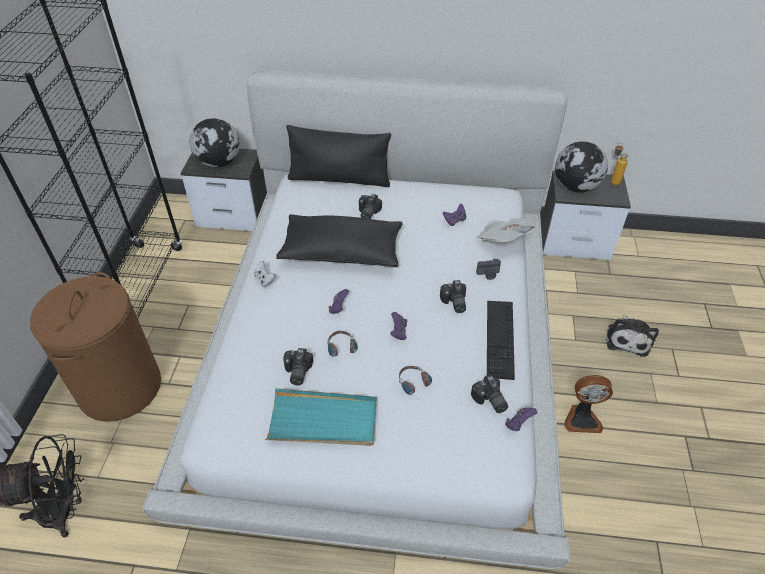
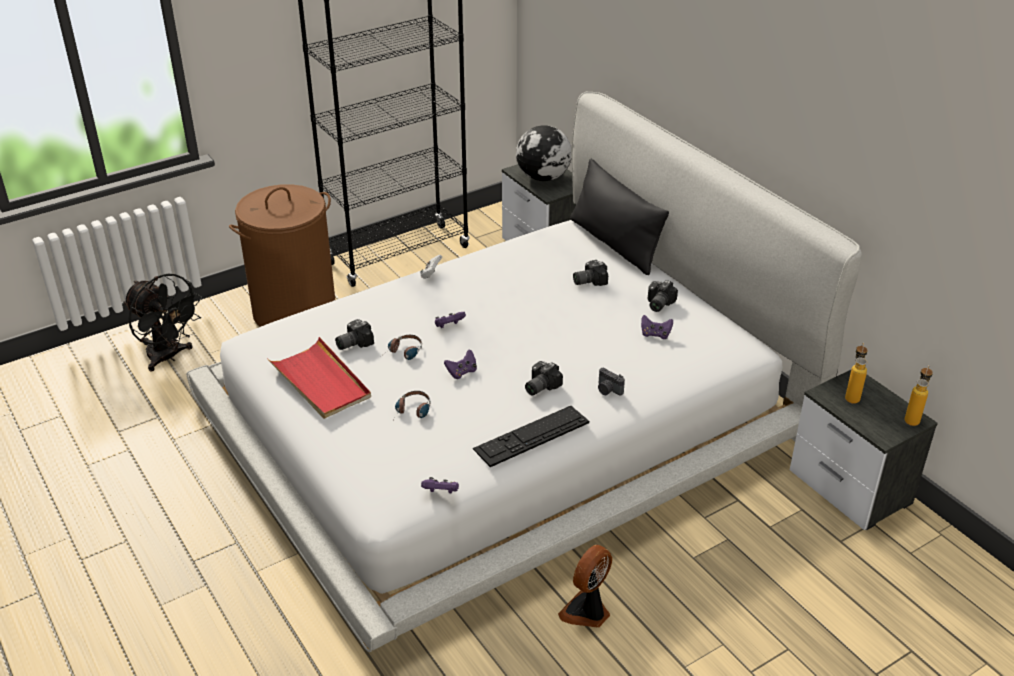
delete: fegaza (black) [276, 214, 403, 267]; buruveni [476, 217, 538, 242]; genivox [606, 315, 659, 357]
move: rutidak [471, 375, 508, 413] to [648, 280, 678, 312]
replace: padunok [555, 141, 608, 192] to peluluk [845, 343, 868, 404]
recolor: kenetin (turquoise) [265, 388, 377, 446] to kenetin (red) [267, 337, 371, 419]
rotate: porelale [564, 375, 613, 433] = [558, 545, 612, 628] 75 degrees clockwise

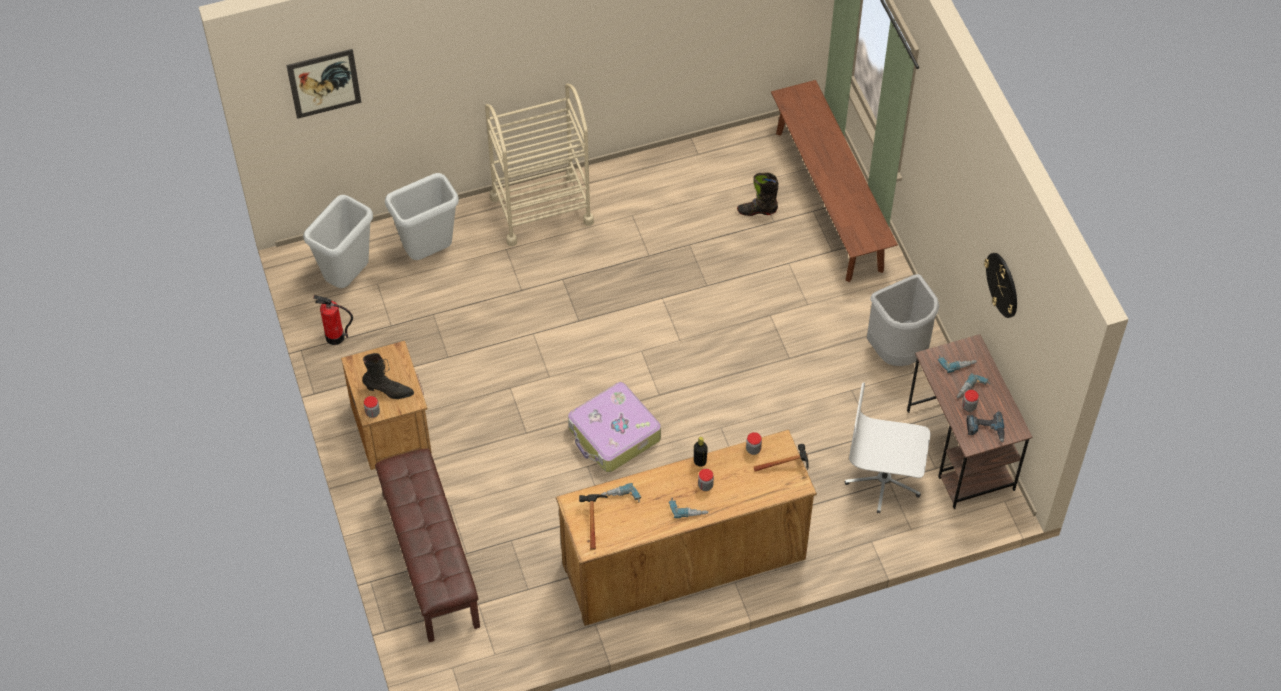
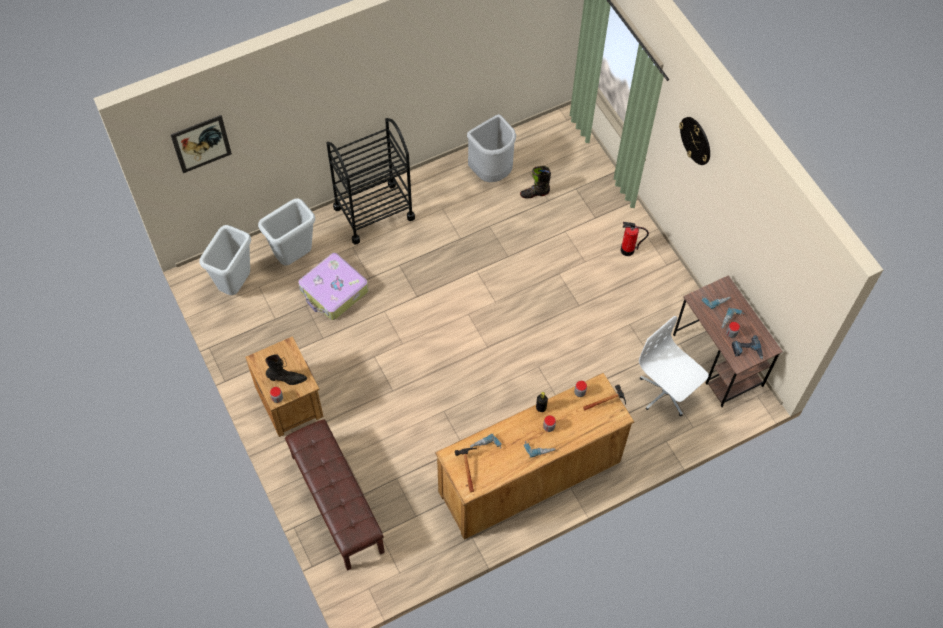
delete: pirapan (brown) [771, 80, 898, 282]
move: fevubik [313, 295, 353, 345] to [621, 222, 649, 256]; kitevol [568, 382, 661, 472] to [298, 253, 369, 320]; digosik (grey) [867, 274, 939, 366] to [467, 114, 516, 182]; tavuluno [984, 253, 1017, 318] to [679, 117, 710, 165]
recolor: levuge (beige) [485, 84, 594, 246] to levuge (black) [326, 118, 415, 245]
rotate: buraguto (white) [845, 382, 930, 514] = [639, 316, 709, 416] 45 degrees clockwise

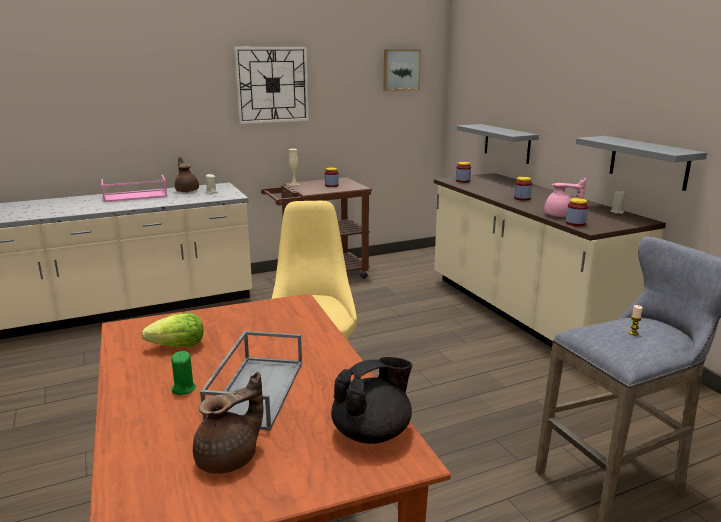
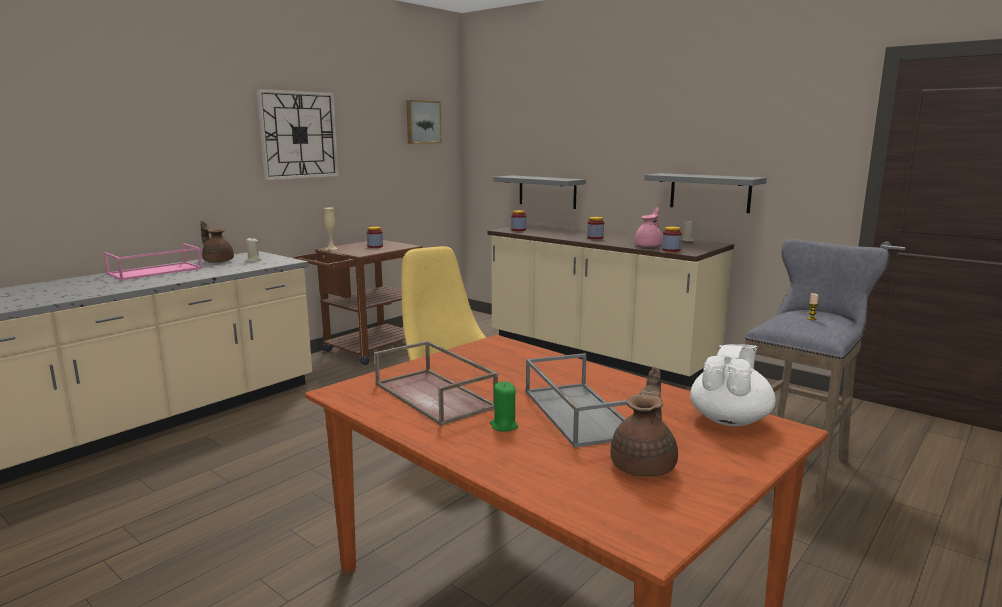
replace: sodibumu [142, 313, 203, 347] to kenetin (brown) [374, 341, 498, 426]
recolor: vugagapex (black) [331, 357, 412, 444] to vugagapex (white) [690, 344, 775, 426]
rotate: vugagapex (pink) [544, 178, 586, 217] = [635, 207, 663, 247] 45 degrees counterclockwise

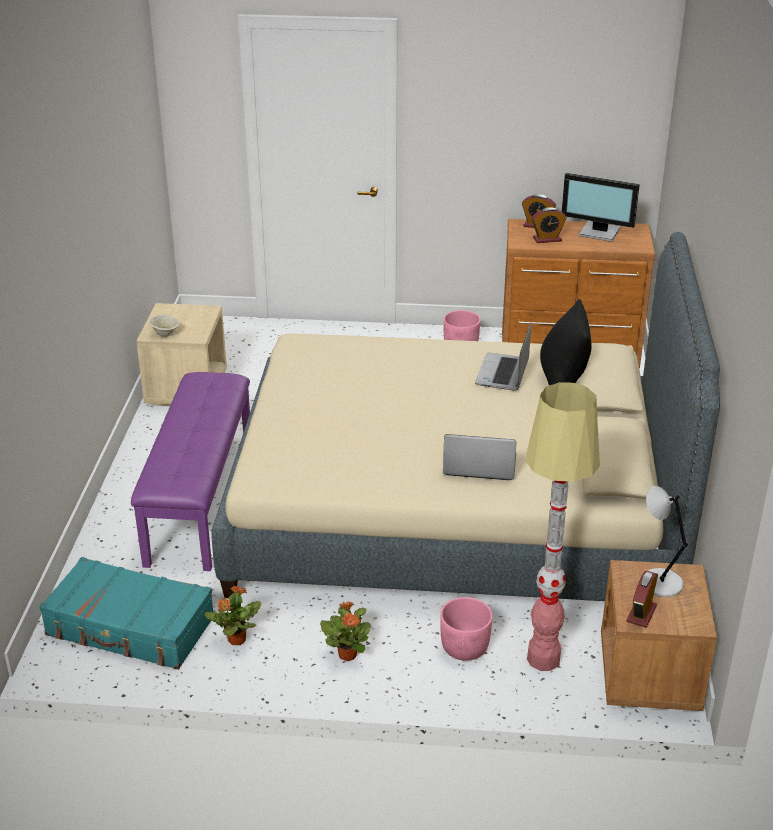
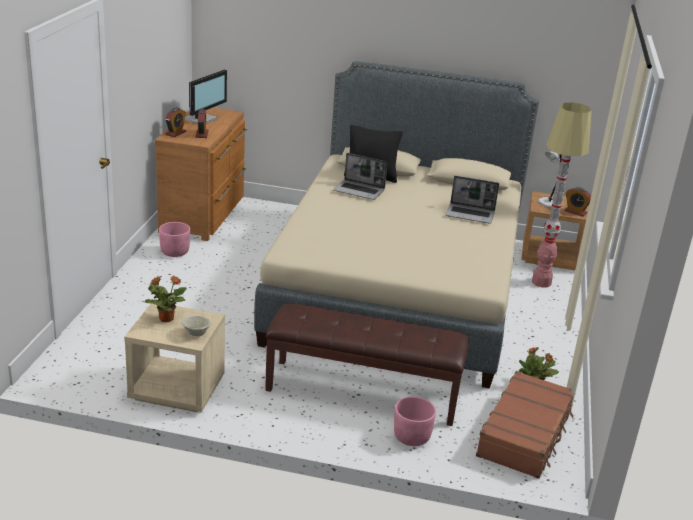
move: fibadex [320, 601, 371, 661] to [145, 275, 187, 322]; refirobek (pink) [440, 597, 493, 661] to [394, 397, 436, 446]
recolor: kitevol (turquoise) [39, 557, 213, 670] to kitevol (brown) [476, 371, 573, 479]; pirapan (purple) [131, 372, 250, 571] to pirapan (brown) [265, 303, 469, 426]
rotate: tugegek [443, 434, 516, 480] = [445, 176, 499, 224] 90 degrees counterclockwise

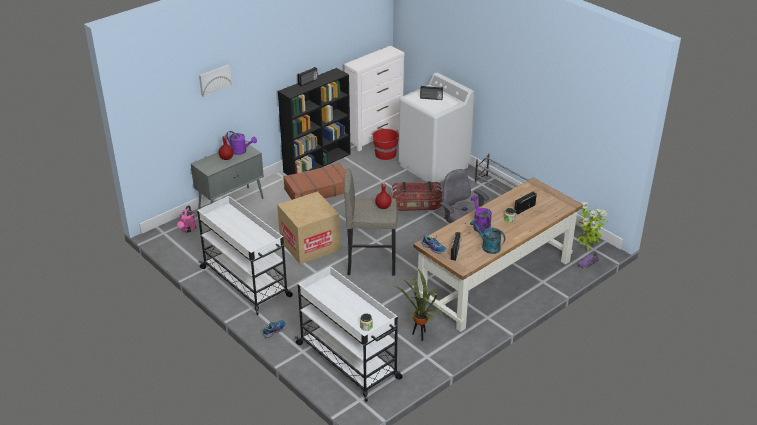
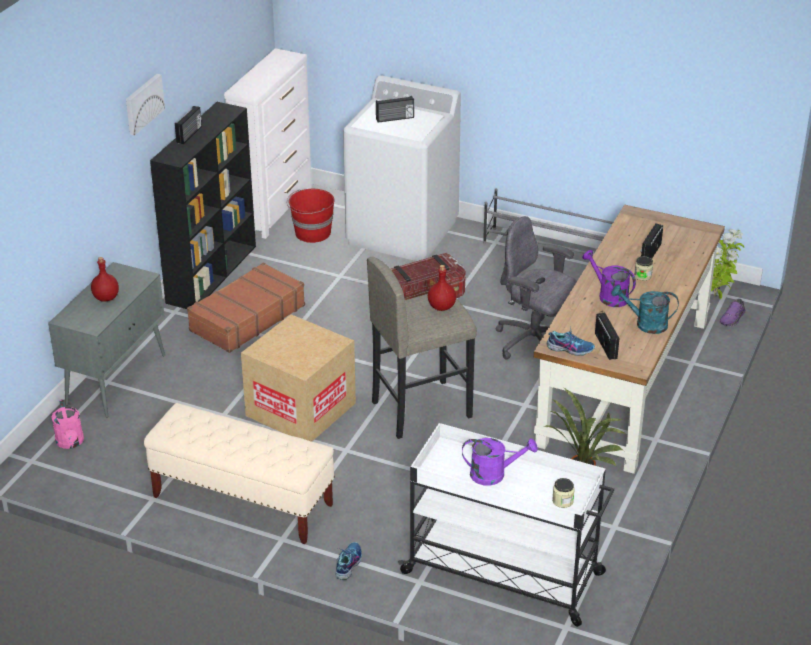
move: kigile [199, 65, 232, 97] to [126, 74, 165, 136]; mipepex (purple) [226, 131, 257, 155] to [462, 438, 538, 486]
replace: levuge (white) [197, 196, 293, 315] to pirapan (beige) [144, 403, 335, 544]

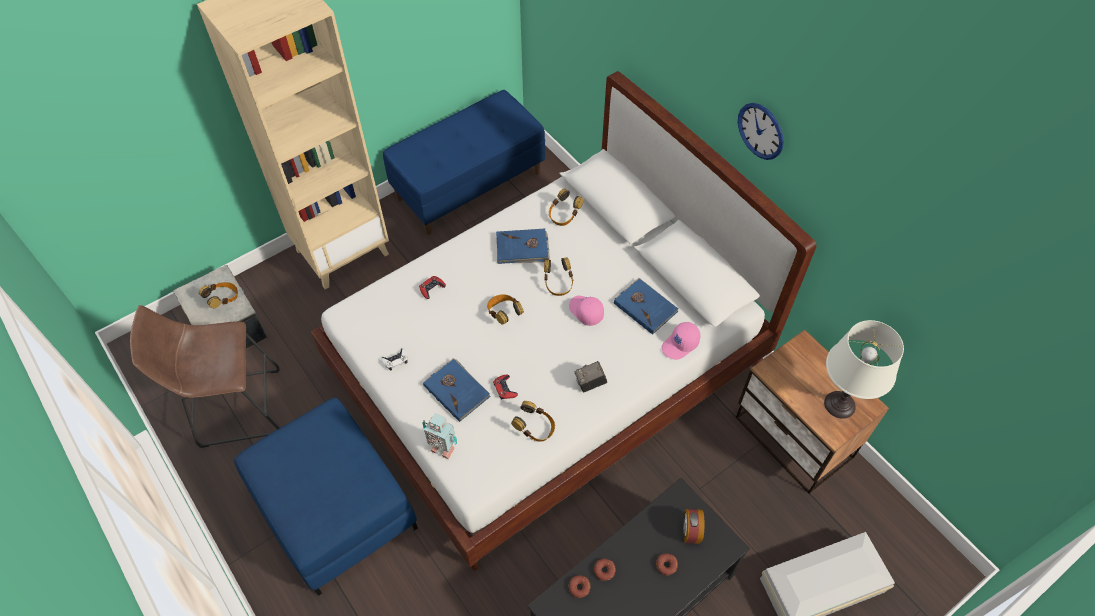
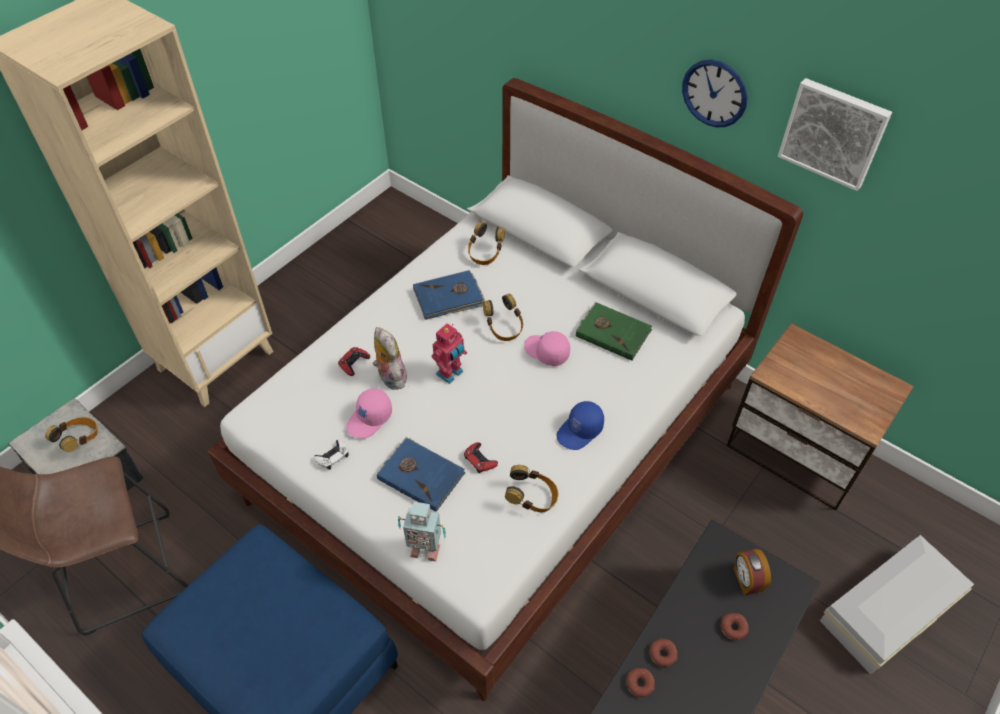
delete: pirapan (blue) [383, 90, 545, 235]; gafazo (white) [824, 320, 904, 419]
insert: genivox [373, 327, 407, 390]; kigile [778, 78, 892, 191]
move: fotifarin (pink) [662, 322, 700, 360] to [346, 388, 392, 439]
replace: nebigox [487, 294, 524, 325] to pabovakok [431, 323, 467, 384]; rutidak [575, 361, 607, 393] to fotifarin (blue) [557, 401, 604, 450]
recolor: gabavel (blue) [614, 278, 679, 335] to gabavel (green) [576, 302, 652, 361]

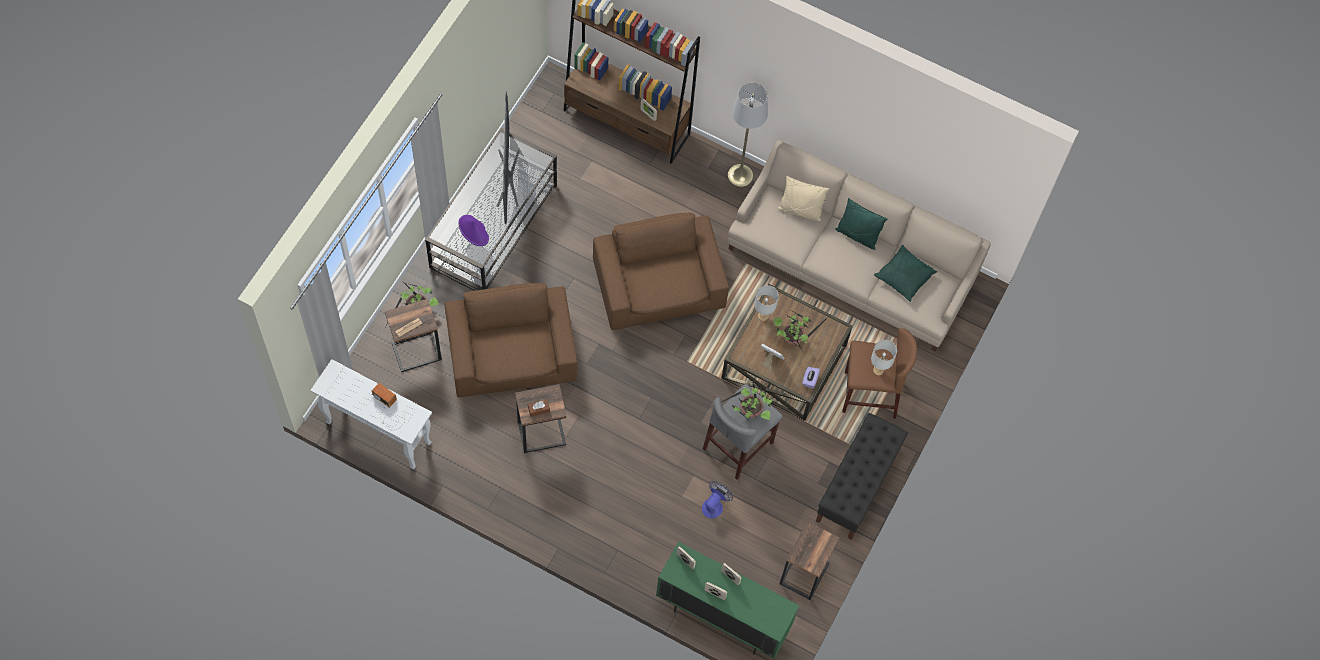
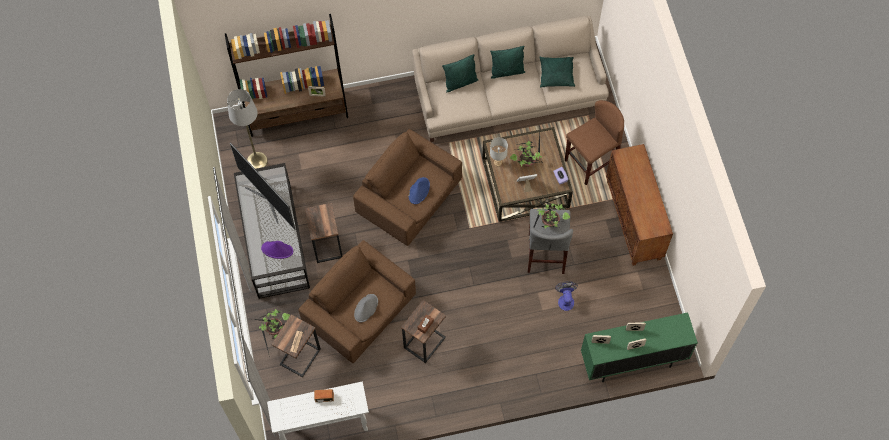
delete: gafazo (grey) [871, 340, 897, 375]
insert: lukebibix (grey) [354, 294, 378, 322]; lukebibix (blue) [409, 177, 430, 204]
move: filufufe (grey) [727, 82, 768, 187] to [227, 89, 268, 169]; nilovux [780, 521, 839, 600] to [305, 203, 342, 263]
replace: pirapan (black) [816, 413, 908, 540] to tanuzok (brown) [606, 144, 673, 266]
recolor: fegaza (beige) [777, 176, 829, 221] to fegaza (green) [442, 54, 478, 93]

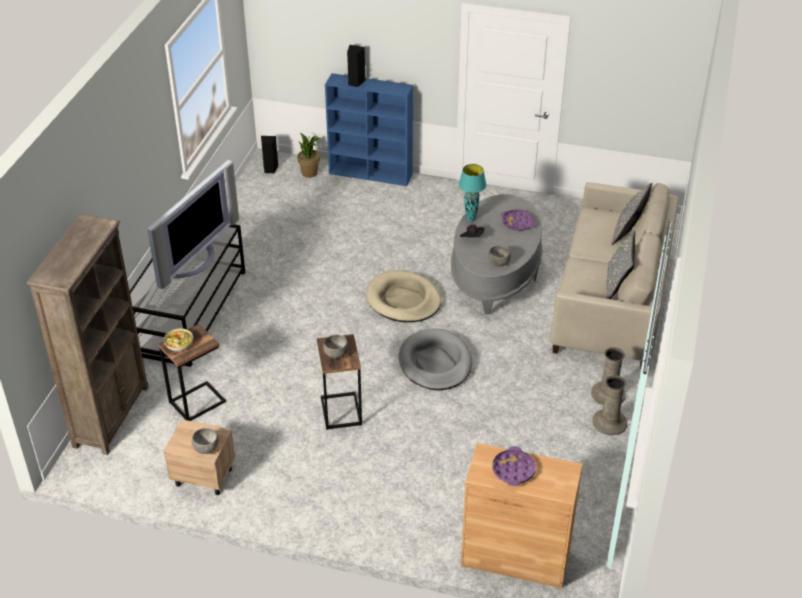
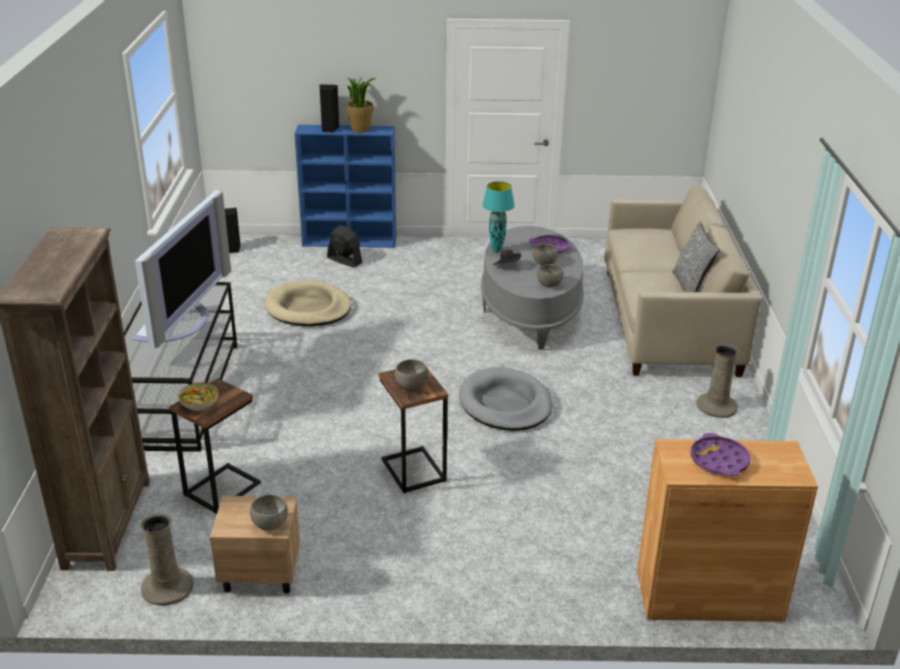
delete: fegaza (grey) [611, 183, 652, 245]
insert: porelale (black) [327, 225, 363, 268]; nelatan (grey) [533, 244, 558, 265]
move: fibadex [297, 133, 321, 178] to [346, 78, 375, 133]; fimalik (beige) [366, 270, 441, 322] to [265, 281, 352, 326]; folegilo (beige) [592, 375, 627, 435] to [140, 513, 194, 606]

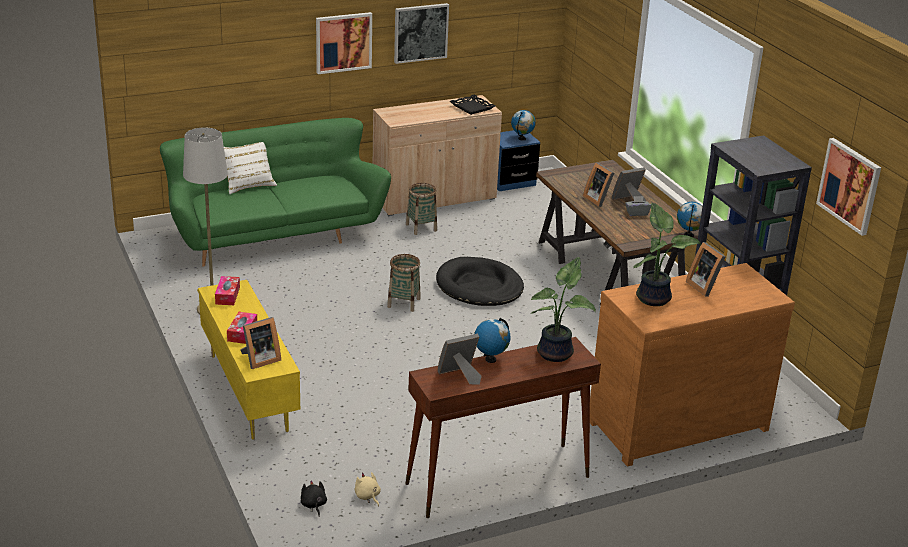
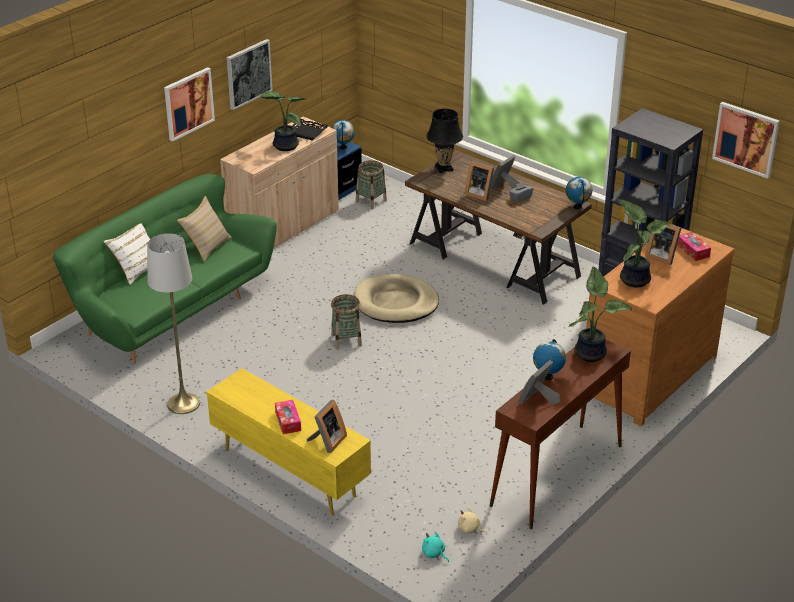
insert: fegaza (beige) [177, 196, 232, 261]; fibadex [260, 91, 305, 151]; gafazo (black) [426, 109, 463, 173]
move: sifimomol [215, 276, 240, 305] to [677, 232, 711, 261]; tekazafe [406, 183, 437, 235] to [356, 160, 387, 209]
recolor: genivox (black) [301, 480, 327, 517] to genivox (turquoise) [422, 531, 449, 562]; fimalik (black) [436, 257, 524, 306] to fimalik (beige) [354, 274, 439, 323]

